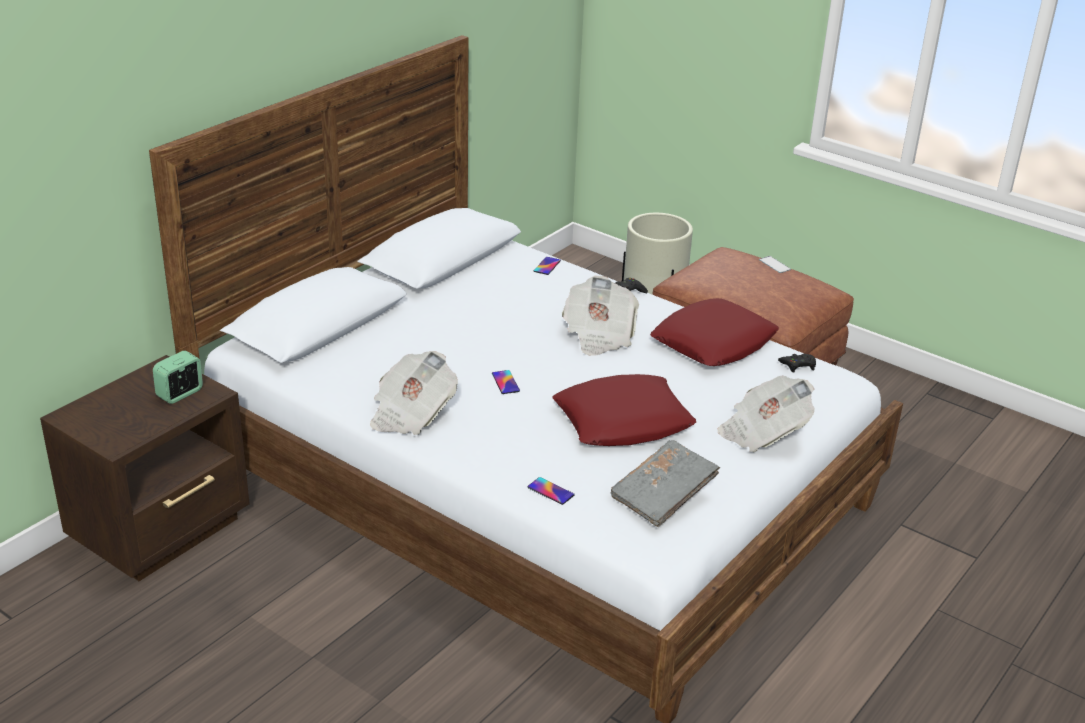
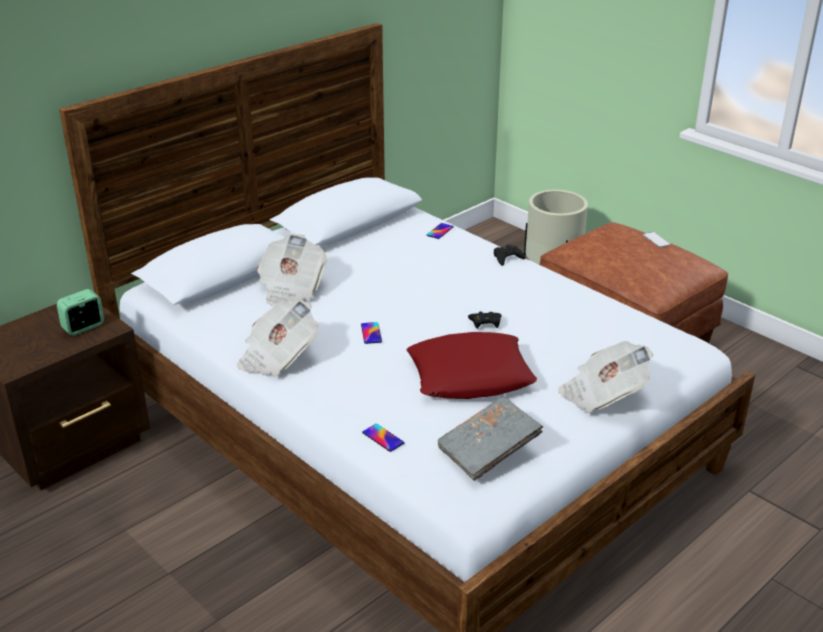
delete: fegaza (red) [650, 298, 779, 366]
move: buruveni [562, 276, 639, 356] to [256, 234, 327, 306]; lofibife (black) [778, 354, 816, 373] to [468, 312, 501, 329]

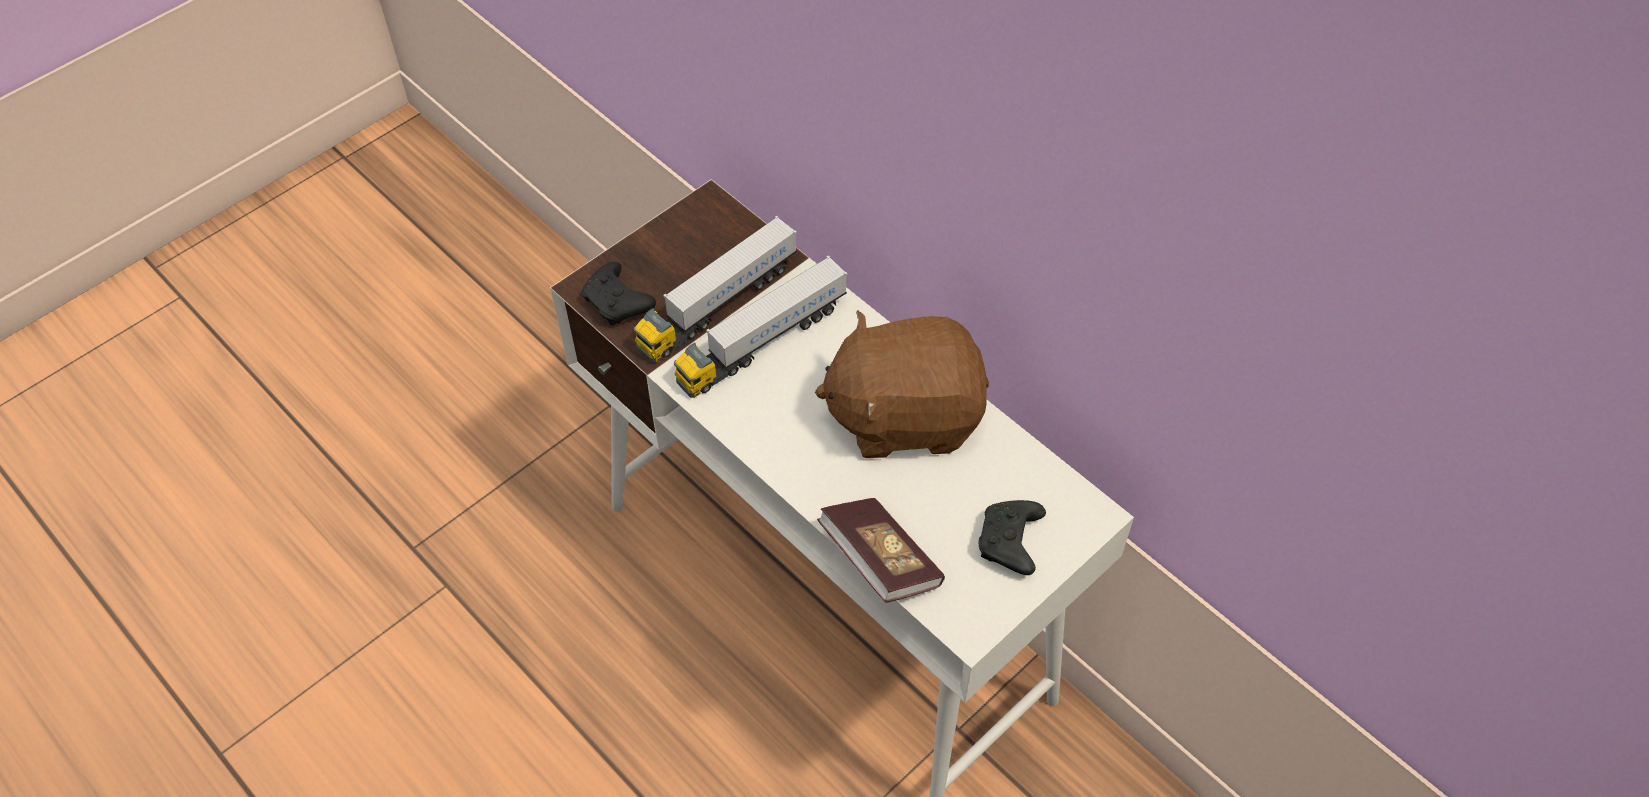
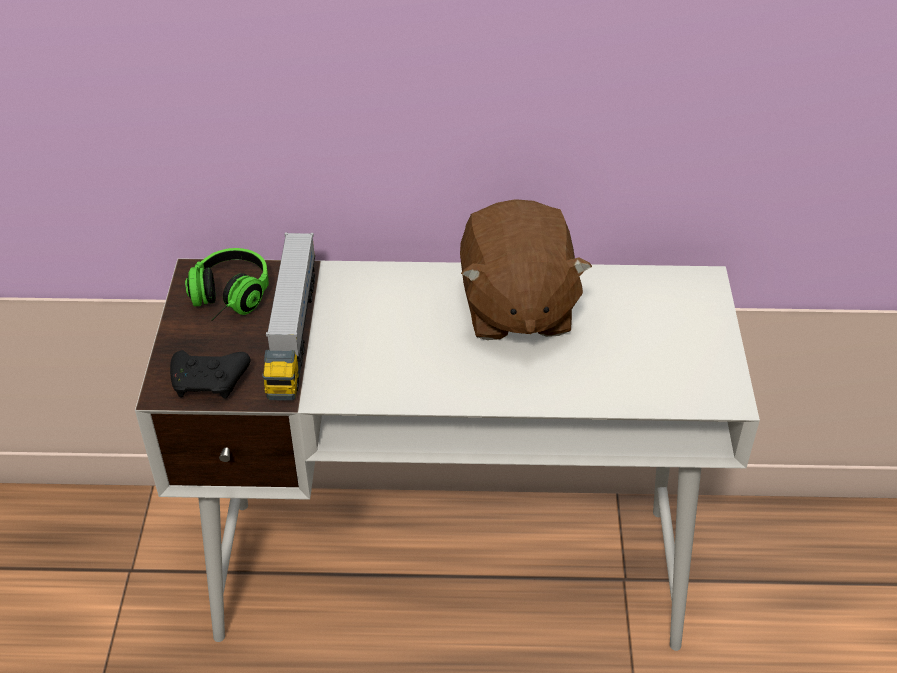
delete: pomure [674, 255, 848, 398]; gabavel [817, 498, 945, 603]; lofibife (black) [979, 500, 1046, 575]
insert: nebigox [185, 248, 269, 321]
rotate: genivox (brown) [815, 310, 989, 458] = [460, 199, 592, 340] 45 degrees counterclockwise

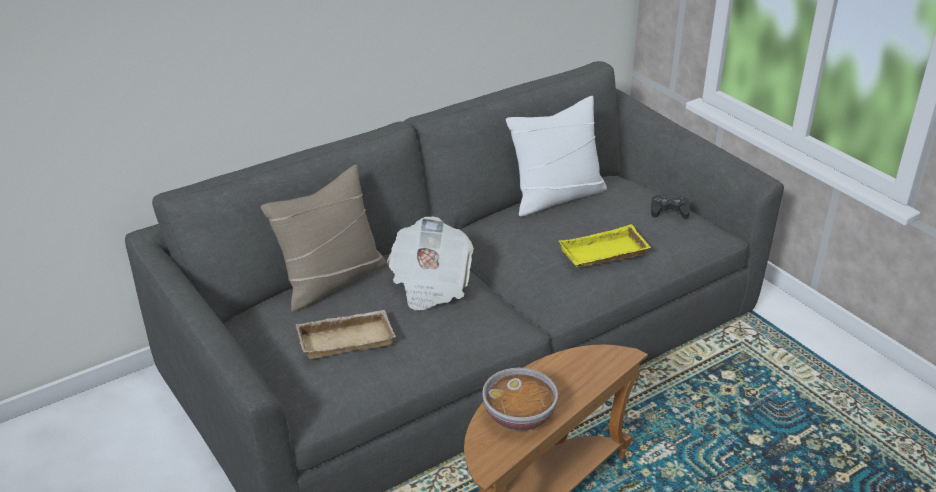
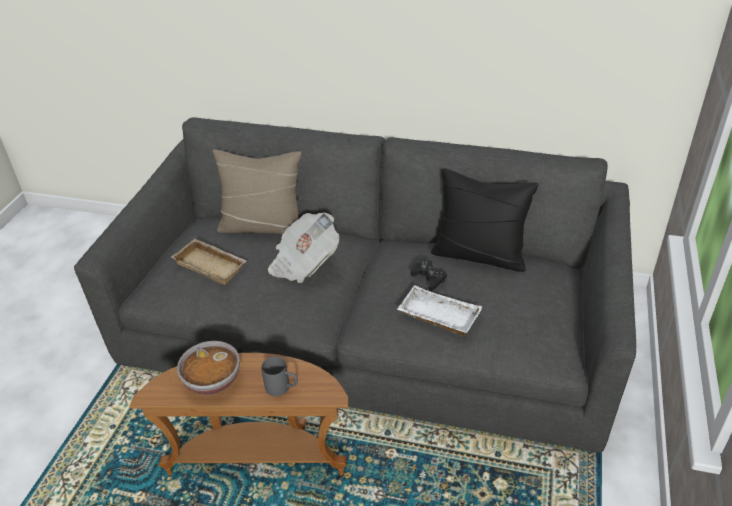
insert: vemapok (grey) [261, 357, 298, 396]
move: lofibife (black) [651, 195, 690, 219] to [411, 259, 447, 291]
recolor: fegaza (white) [506, 96, 607, 216] to fegaza (black) [431, 168, 538, 272]; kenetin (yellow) [558, 224, 651, 267] to kenetin (white) [397, 285, 482, 335]

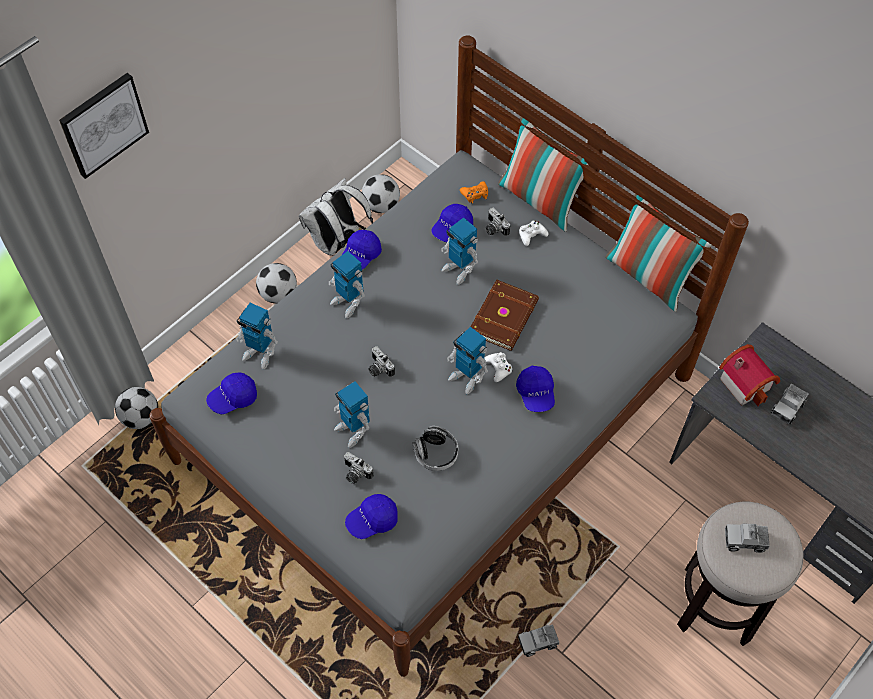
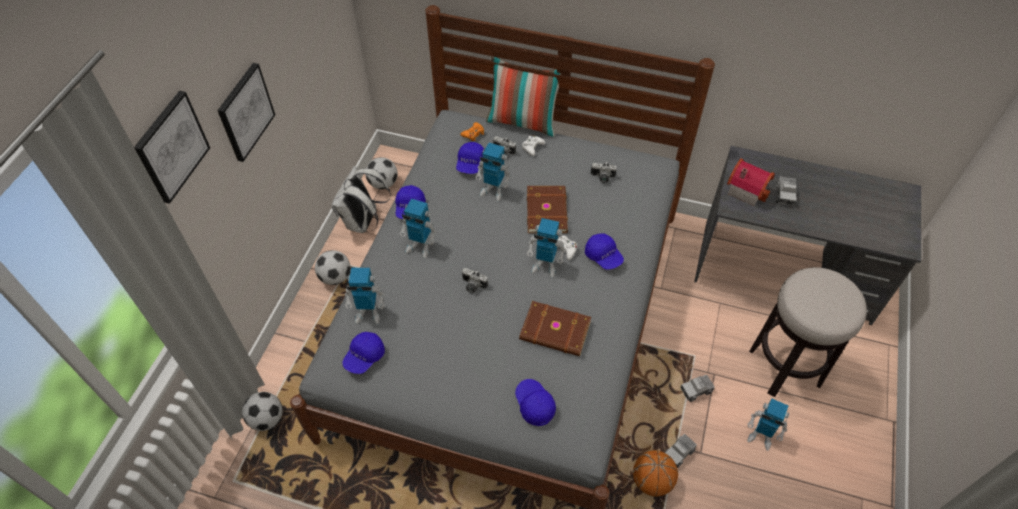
delete: fegaza [605, 194, 712, 312]
insert: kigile [217, 63, 275, 162]; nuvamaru [633, 450, 678, 497]
move: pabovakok [334, 381, 370, 448] to [747, 399, 789, 451]; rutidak [343, 452, 373, 484] to [591, 162, 617, 183]; pomure [725, 523, 770, 553] to [680, 375, 715, 402]
replace: nebigox [412, 426, 458, 471] to gabavel (brown) [519, 301, 591, 356]
rotate: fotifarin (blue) [345, 494, 398, 539] = [515, 379, 556, 426] 120 degrees clockwise

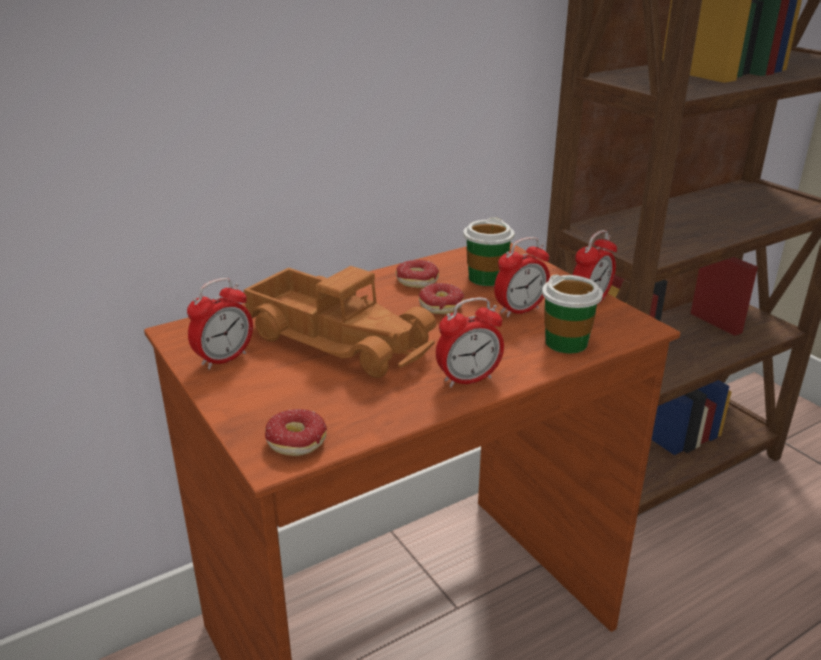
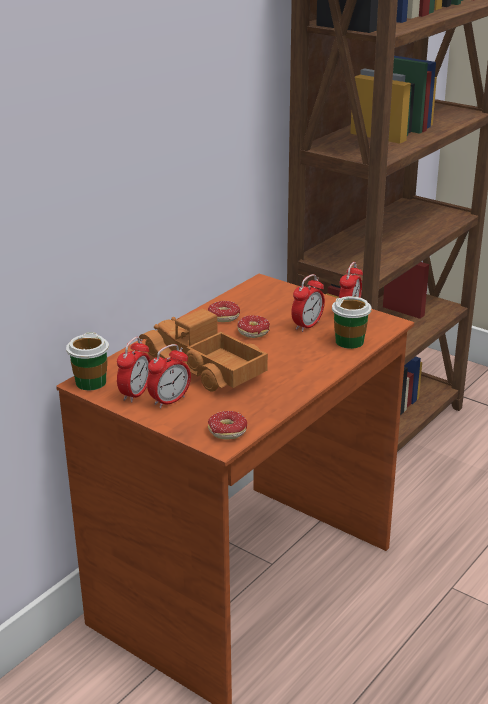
move: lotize [436, 297, 504, 388] to [147, 344, 191, 408]; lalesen [463, 217, 514, 286] to [66, 332, 109, 390]
rotate: pomure [244, 266, 436, 378] = [139, 308, 268, 391] 150 degrees counterclockwise

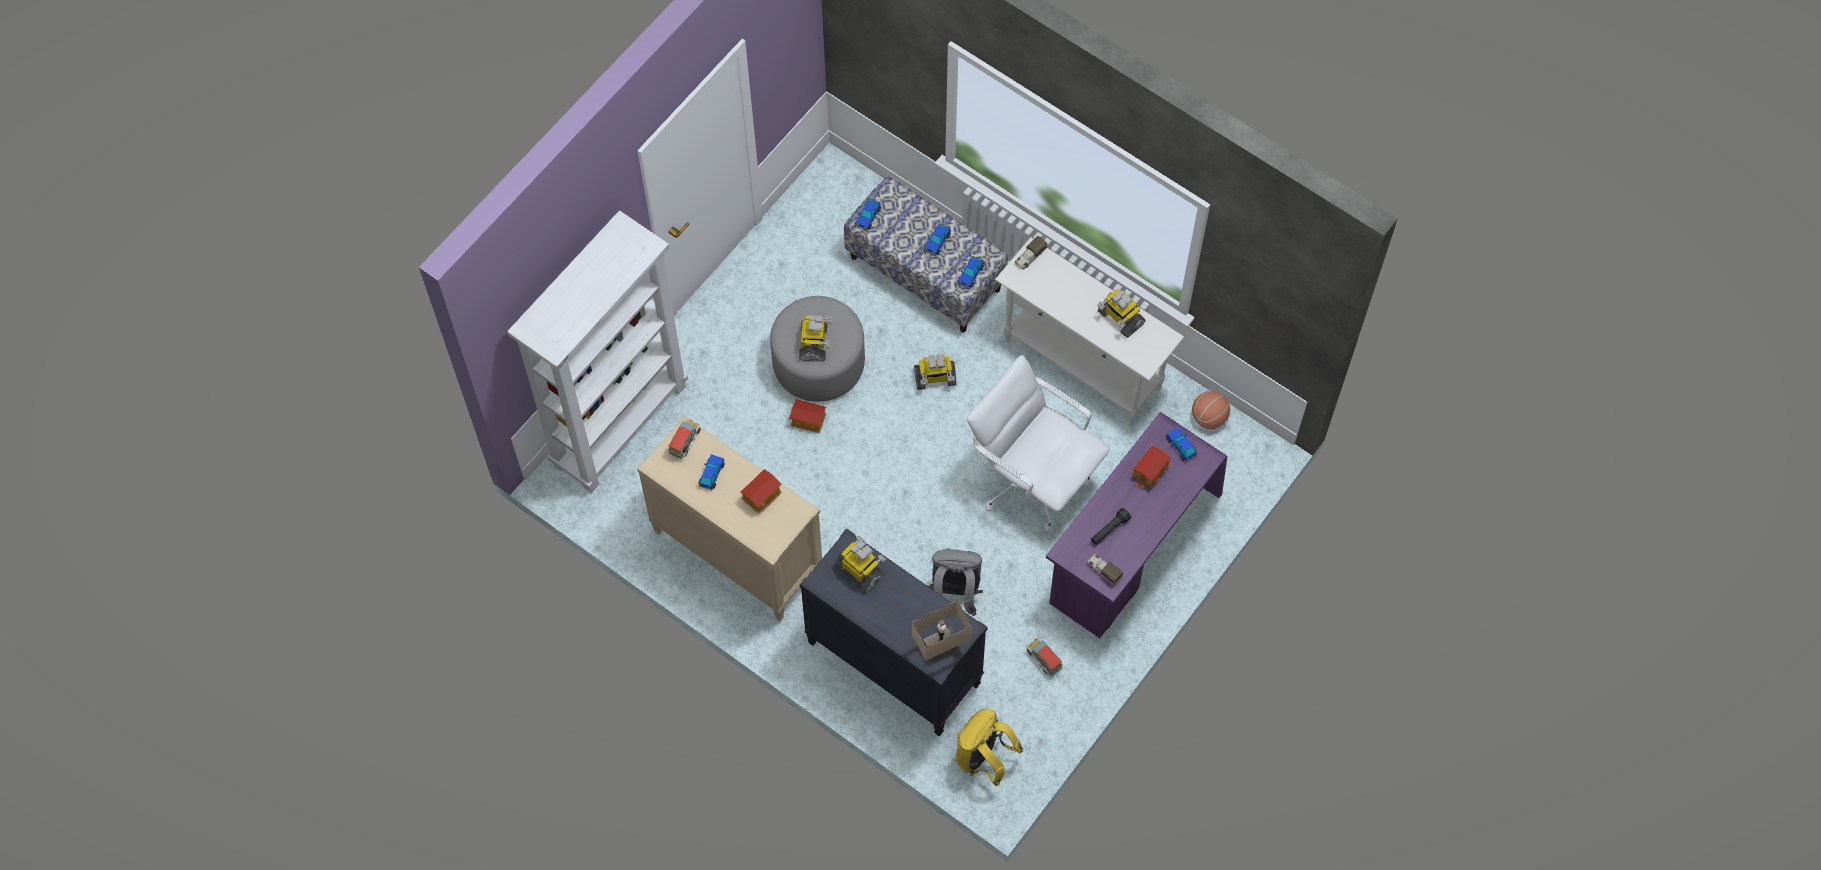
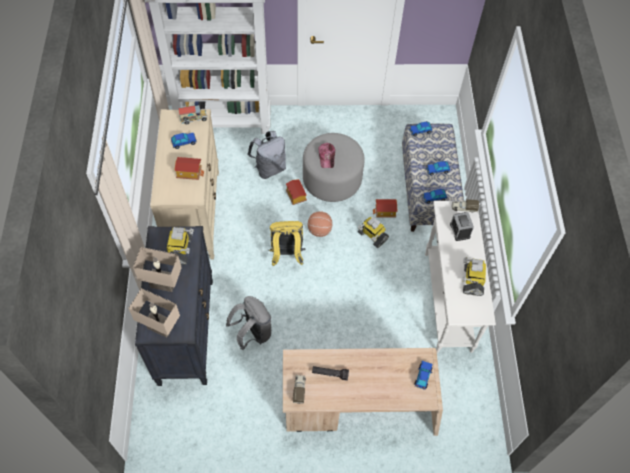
delete: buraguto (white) [967, 355, 1110, 532]; pomure [1026, 637, 1063, 677]
insert: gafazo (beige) [133, 247, 182, 292]; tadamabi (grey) [247, 131, 286, 179]; lotize [450, 212, 474, 241]
move: tadamabi (yellow) [956, 709, 1023, 786] to [269, 221, 305, 266]; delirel [1132, 445, 1171, 489] to [373, 199, 397, 218]; nuvamaru [1192, 391, 1230, 429] to [308, 211, 333, 237]
replace: pabovakok [799, 315, 832, 362] to fotifarin [318, 143, 335, 168]
recolor: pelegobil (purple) [1046, 412, 1227, 638] to pelegobil (beige) [283, 348, 443, 436]

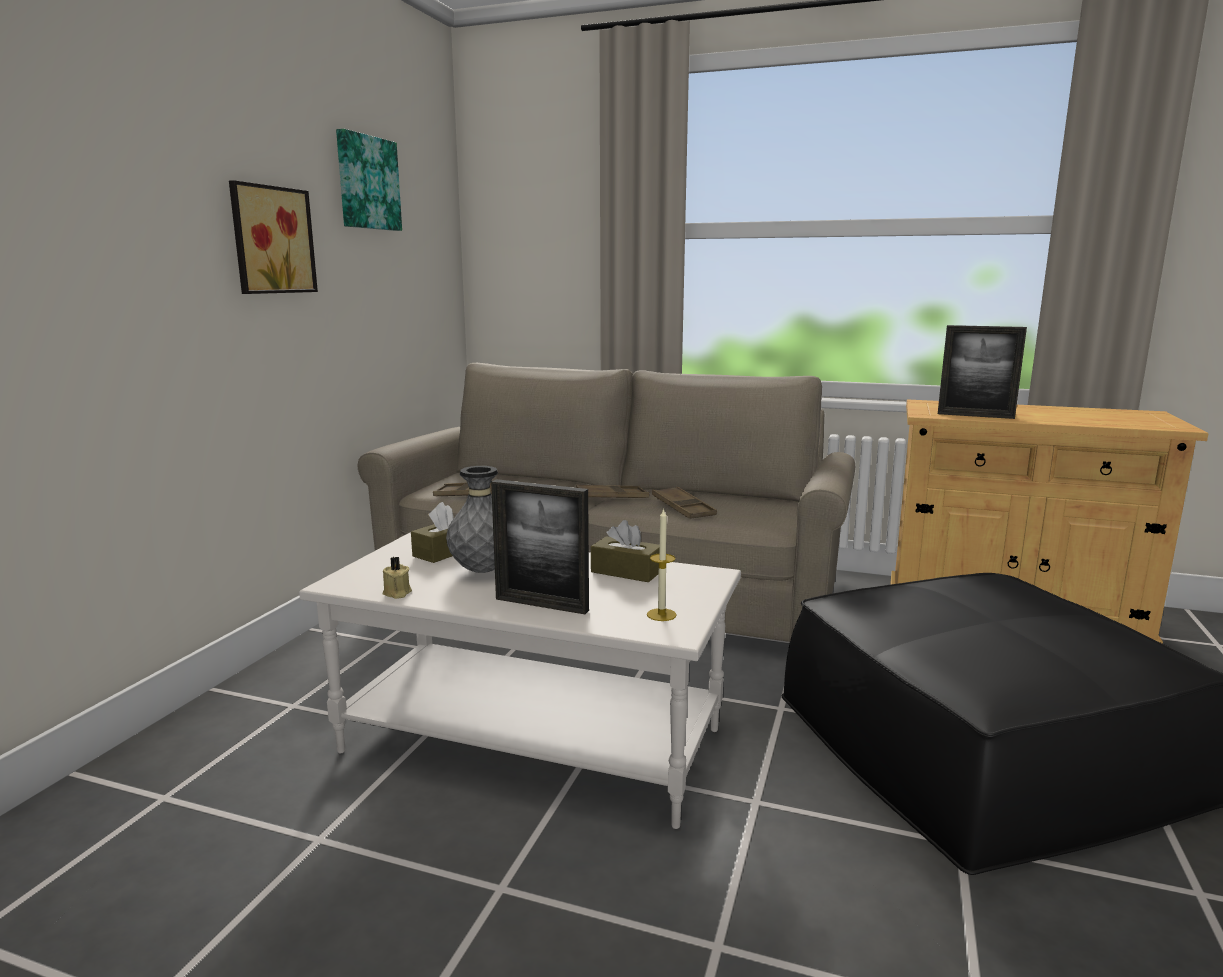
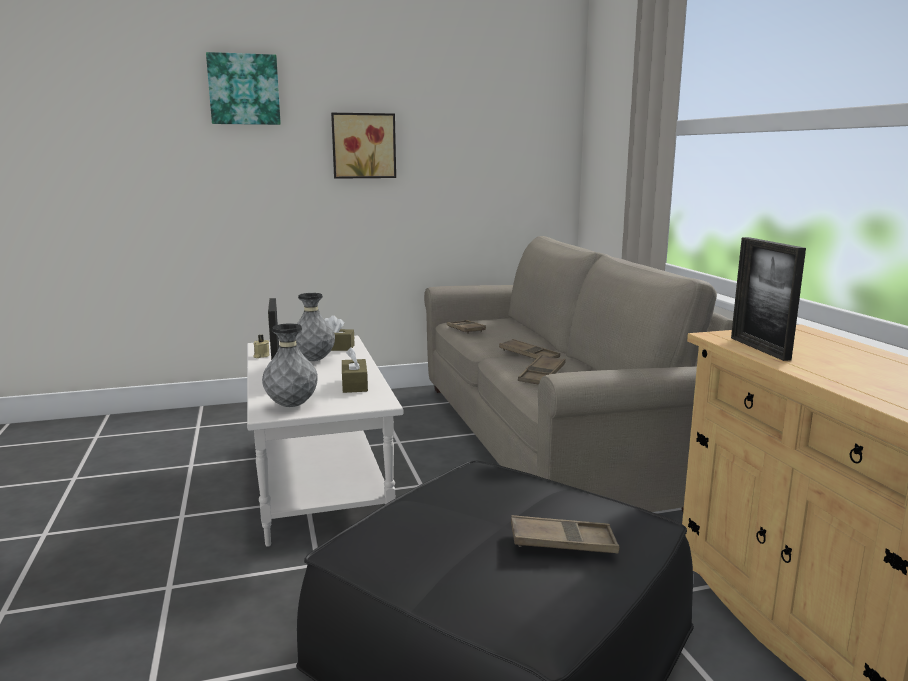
insert: kenetin (brown) [511, 515, 620, 553]
move: kigile [336, 129, 402, 231] to [206, 52, 281, 125]
replace: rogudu [647, 508, 676, 621] to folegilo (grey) [262, 323, 318, 407]

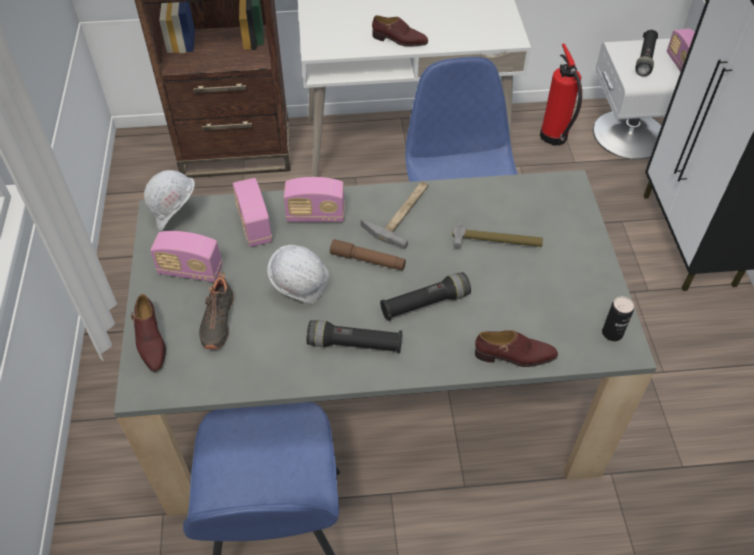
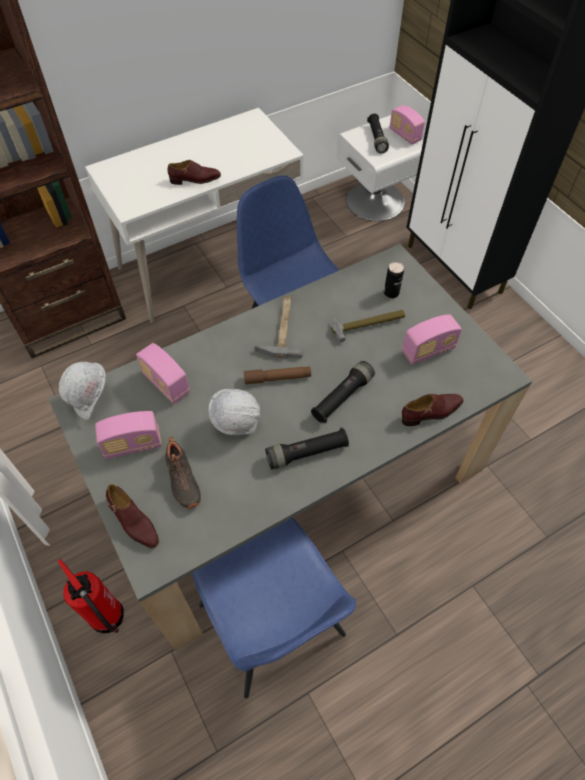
move: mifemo [284, 177, 345, 222] to [402, 314, 462, 365]; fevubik [540, 43, 582, 146] to [58, 559, 124, 633]; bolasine [602, 296, 634, 341] to [384, 262, 404, 298]

